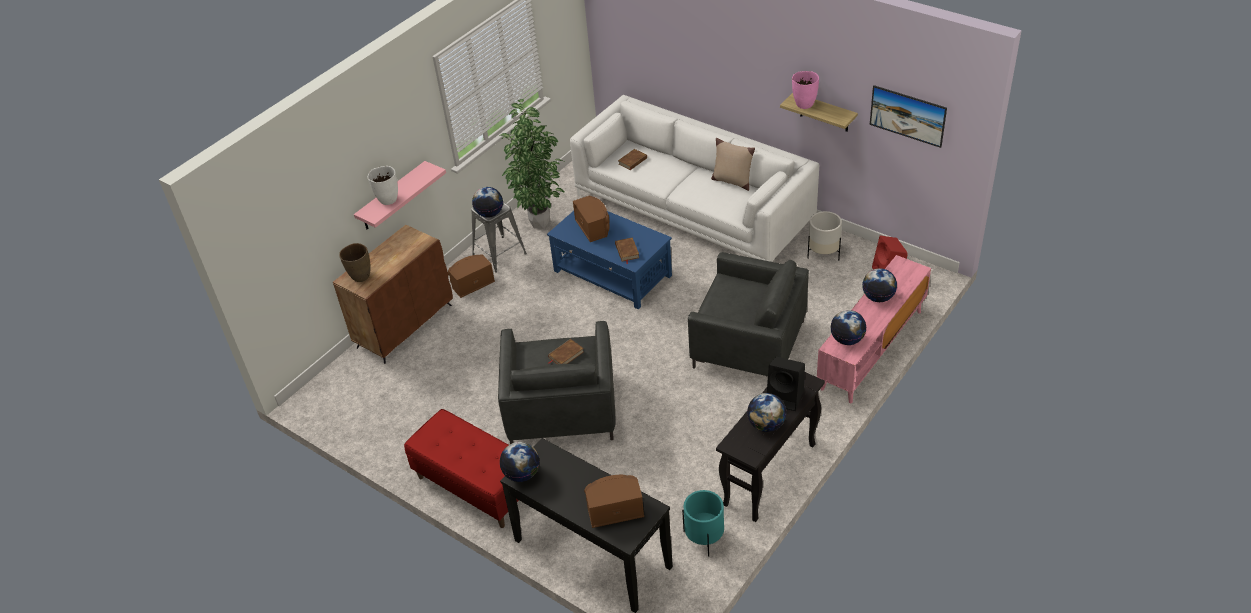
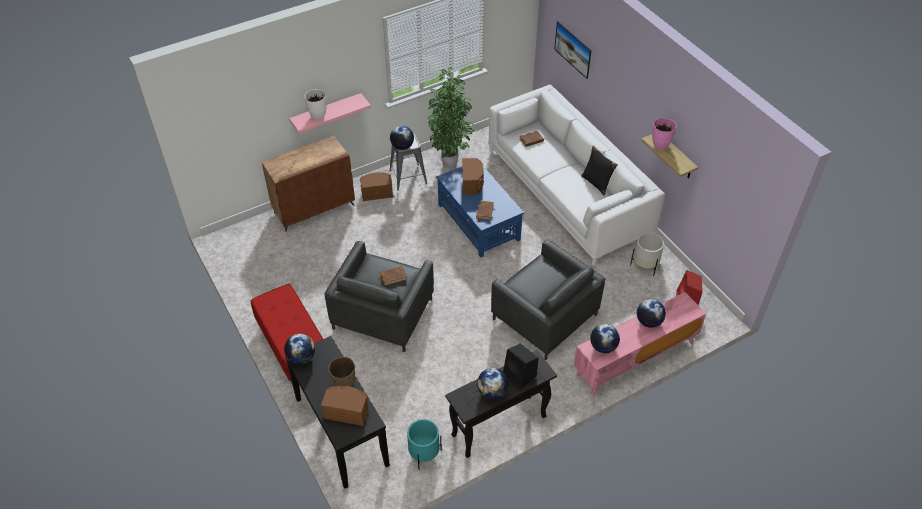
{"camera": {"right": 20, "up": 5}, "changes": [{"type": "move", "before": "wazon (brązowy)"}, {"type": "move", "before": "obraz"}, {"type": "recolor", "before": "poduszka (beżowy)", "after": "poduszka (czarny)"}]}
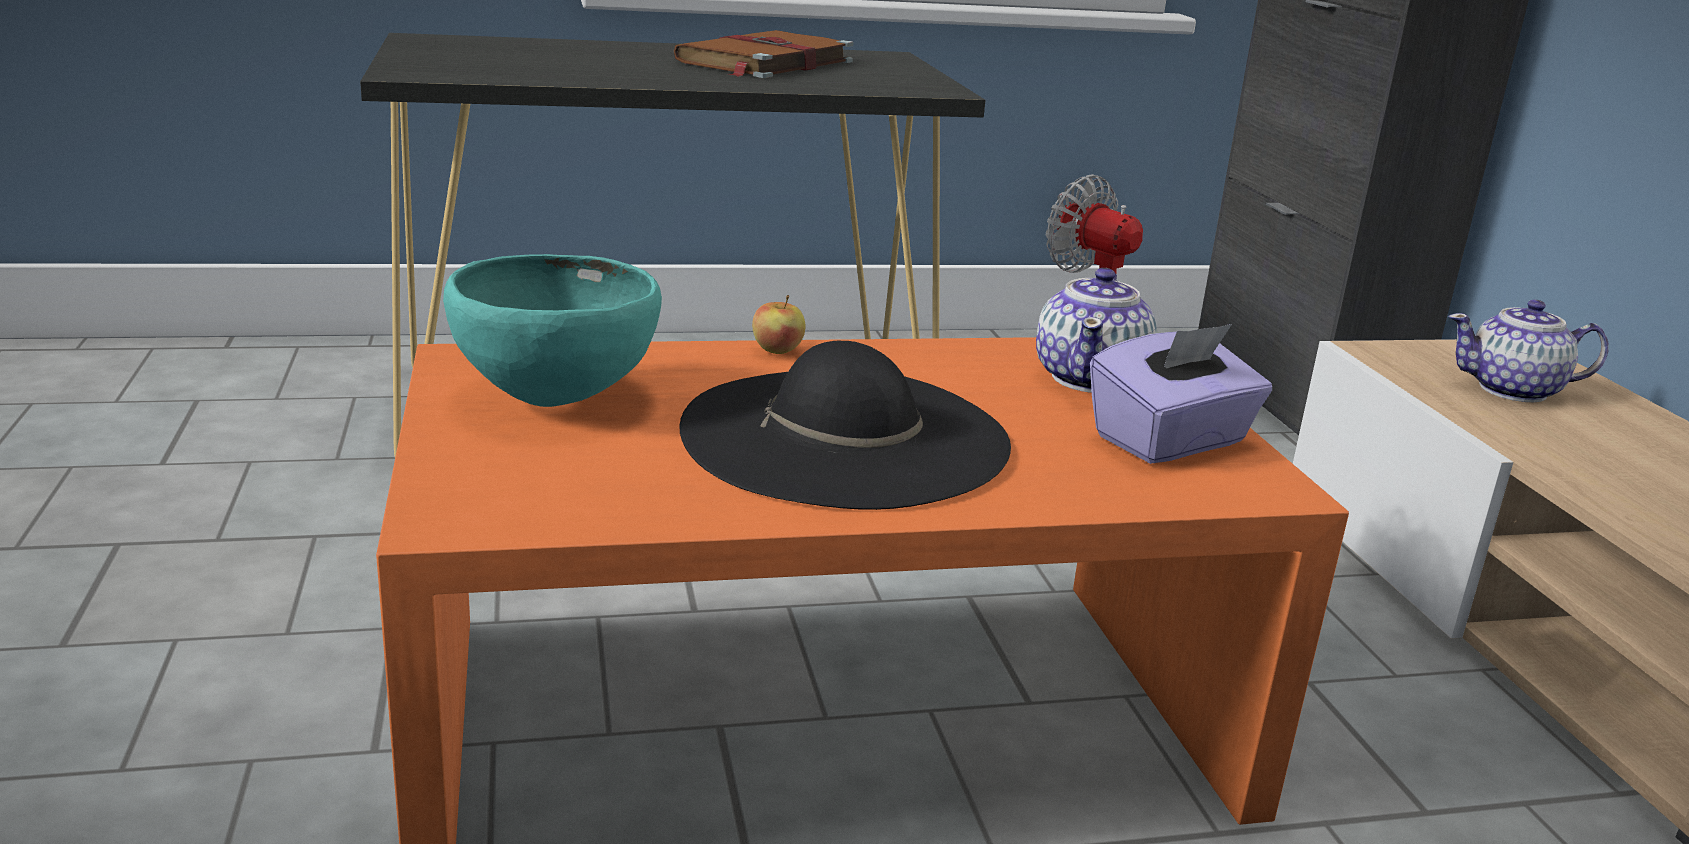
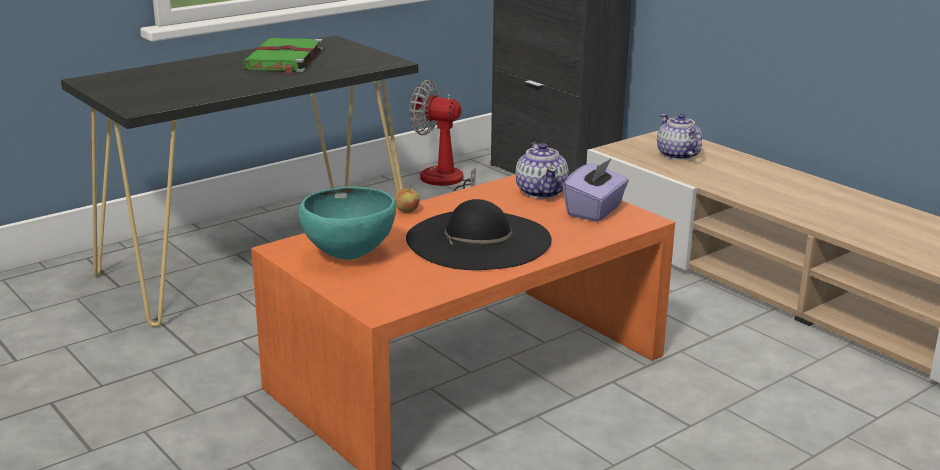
{"camera": {"right": -25, "up": 0}, "changes": [{"type": "recolor", "before": "książka (brązowy)", "after": "książka (zielony)"}, {"type": "rotate", "before": "imbryk (2nd from left)", "turn": 90}]}
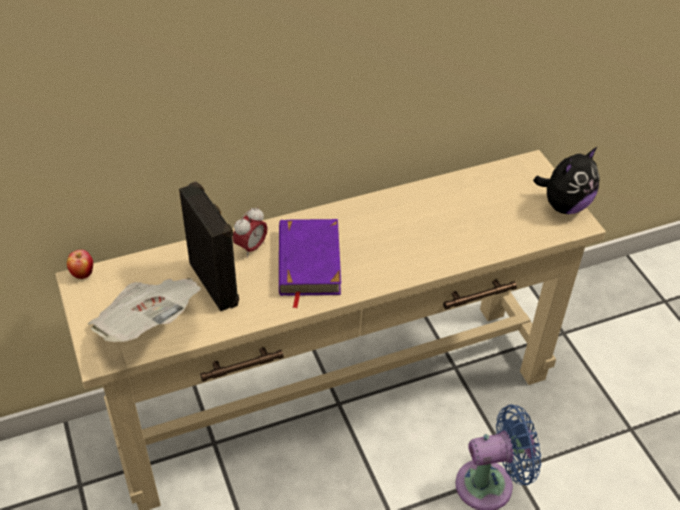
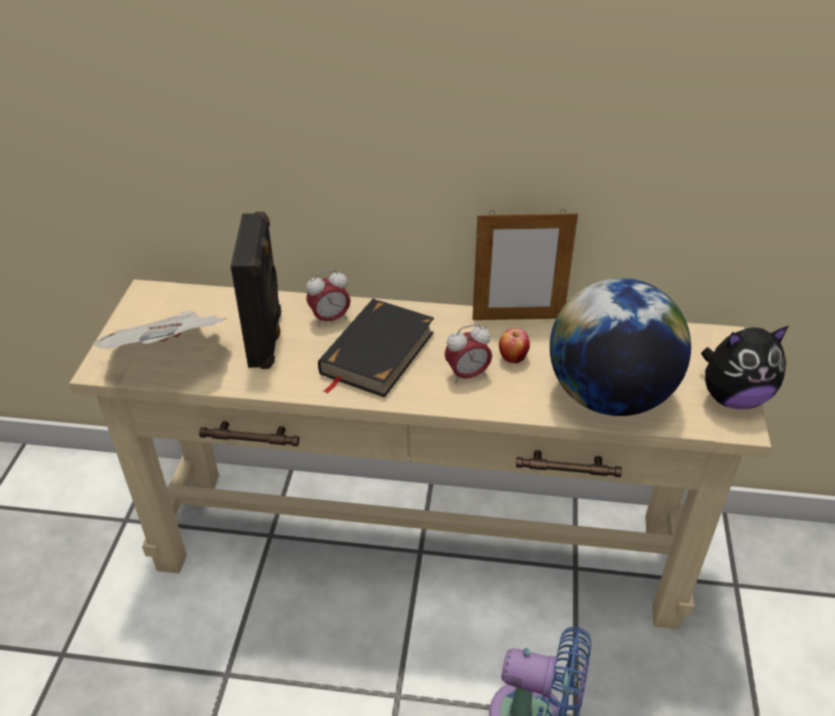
{"camera": {"right": 30, "up": -5}, "changes": [{"type": "recolor", "before": "książka (fioletowy)", "after": "książka (czarny)"}, {"type": "insert", "after": "budzik (2nd from left)"}, {"type": "insert", "after": "ramka na zdjęcie"}, {"type": "move", "before": "jabłko"}, {"type": "insert", "after": "globus"}]}
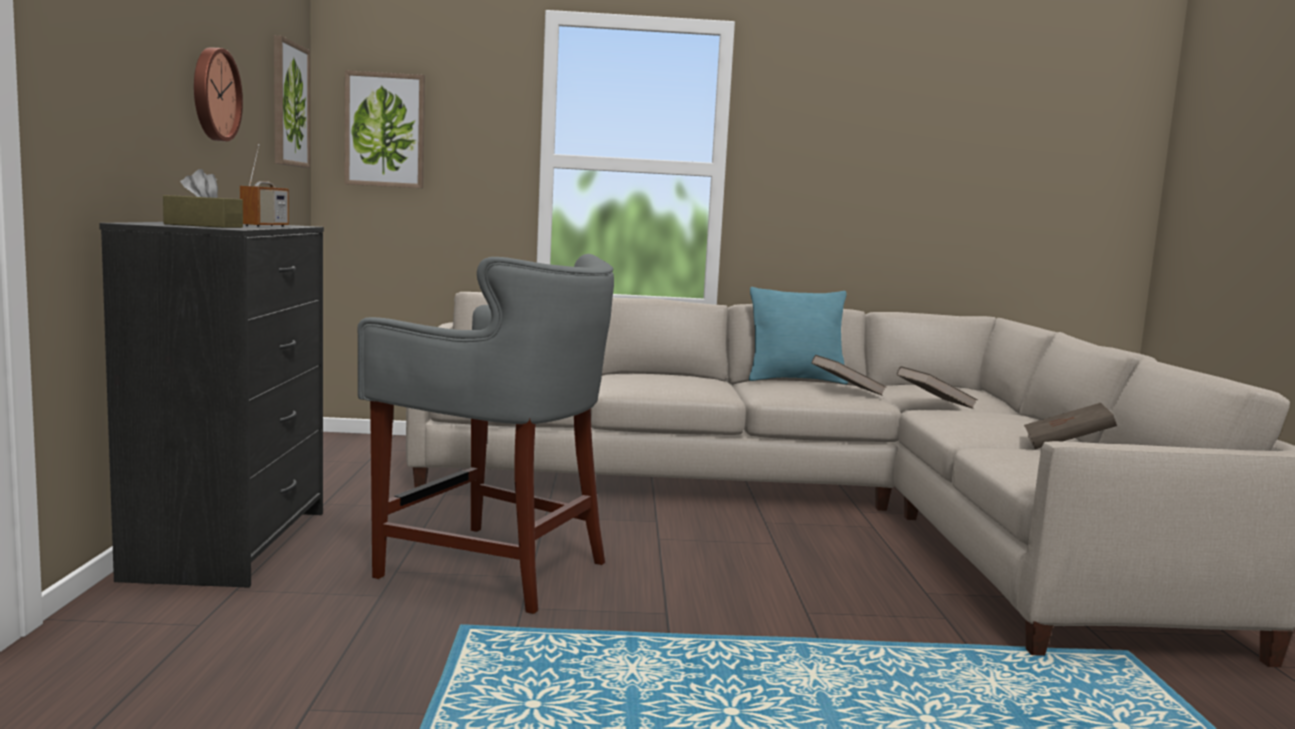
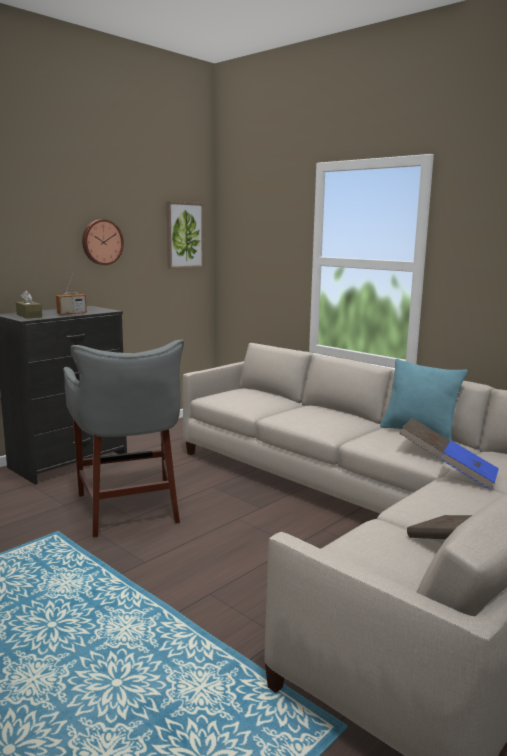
{"camera": {"right": 45, "up": 5}, "changes": [{"type": "recolor", "before": "książka (brązowy) (2nd from left)", "after": "książka (niebieski)"}, {"type": "delete", "before": "obraz (2nd from left)"}]}
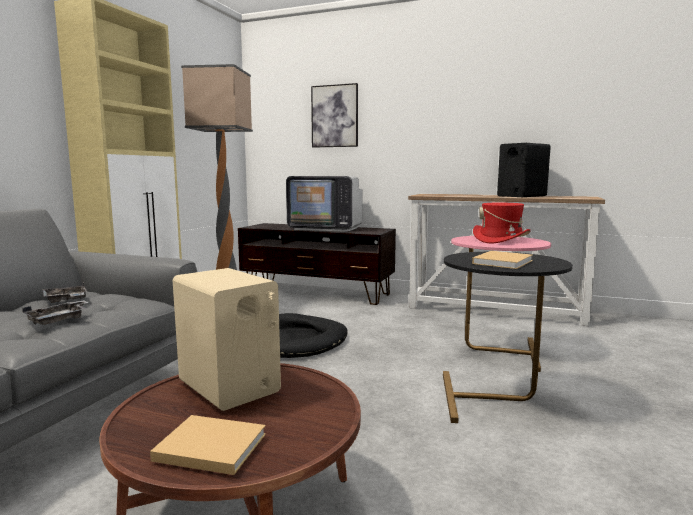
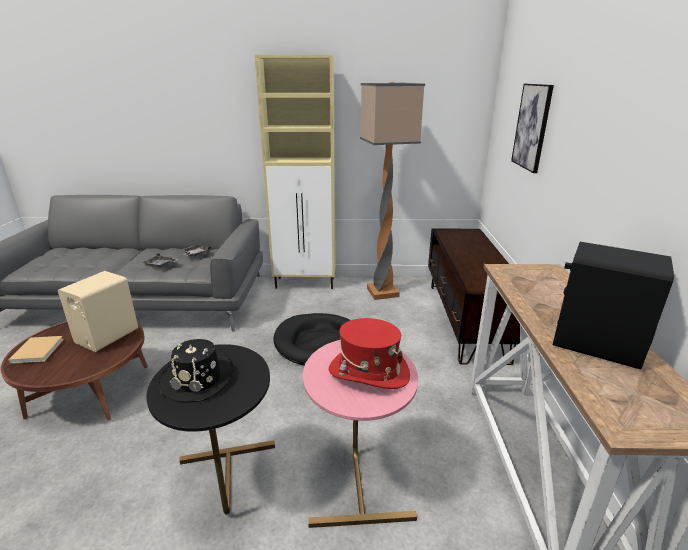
{"camera": {"right": 70, "up": 15}, "changes": [{"type": "replace", "before": "książka (beżowy) (2nd from left)", "after": "kapelusz (czarny)"}, {"type": "delete", "before": "telewizor"}]}
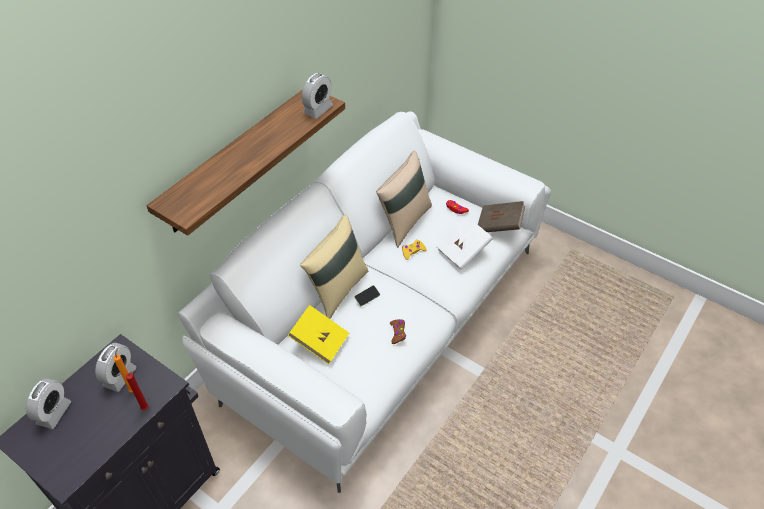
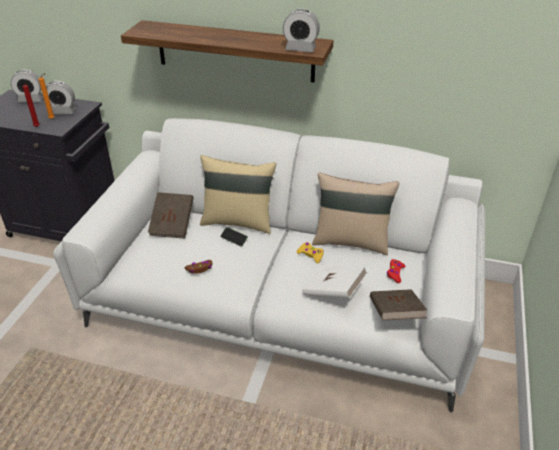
{"camera": {"right": 70, "up": -10}, "changes": [{"type": "recolor", "before": "książka (żółty)", "after": "książka (brązowy) (1st from left)"}]}
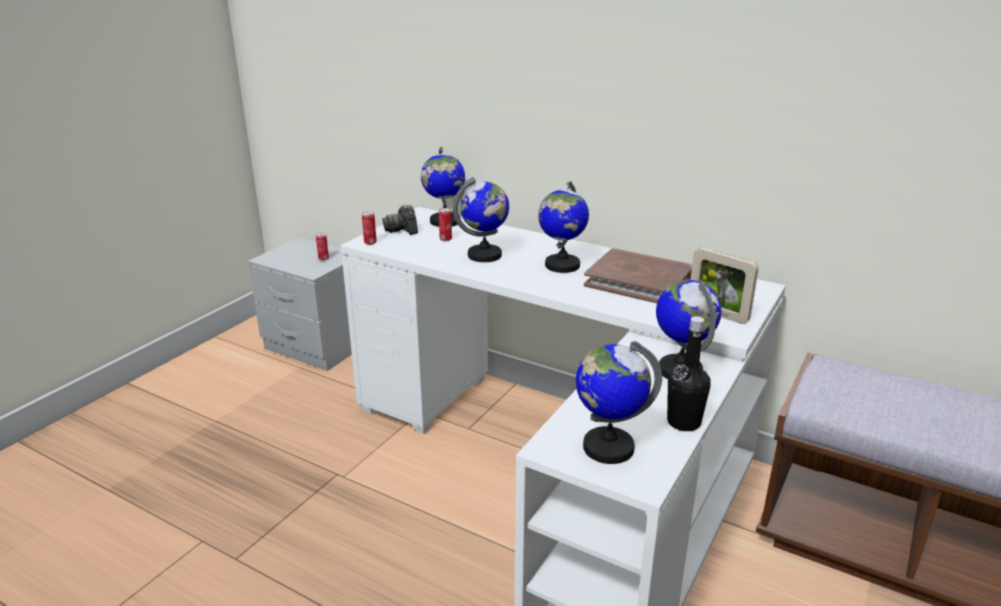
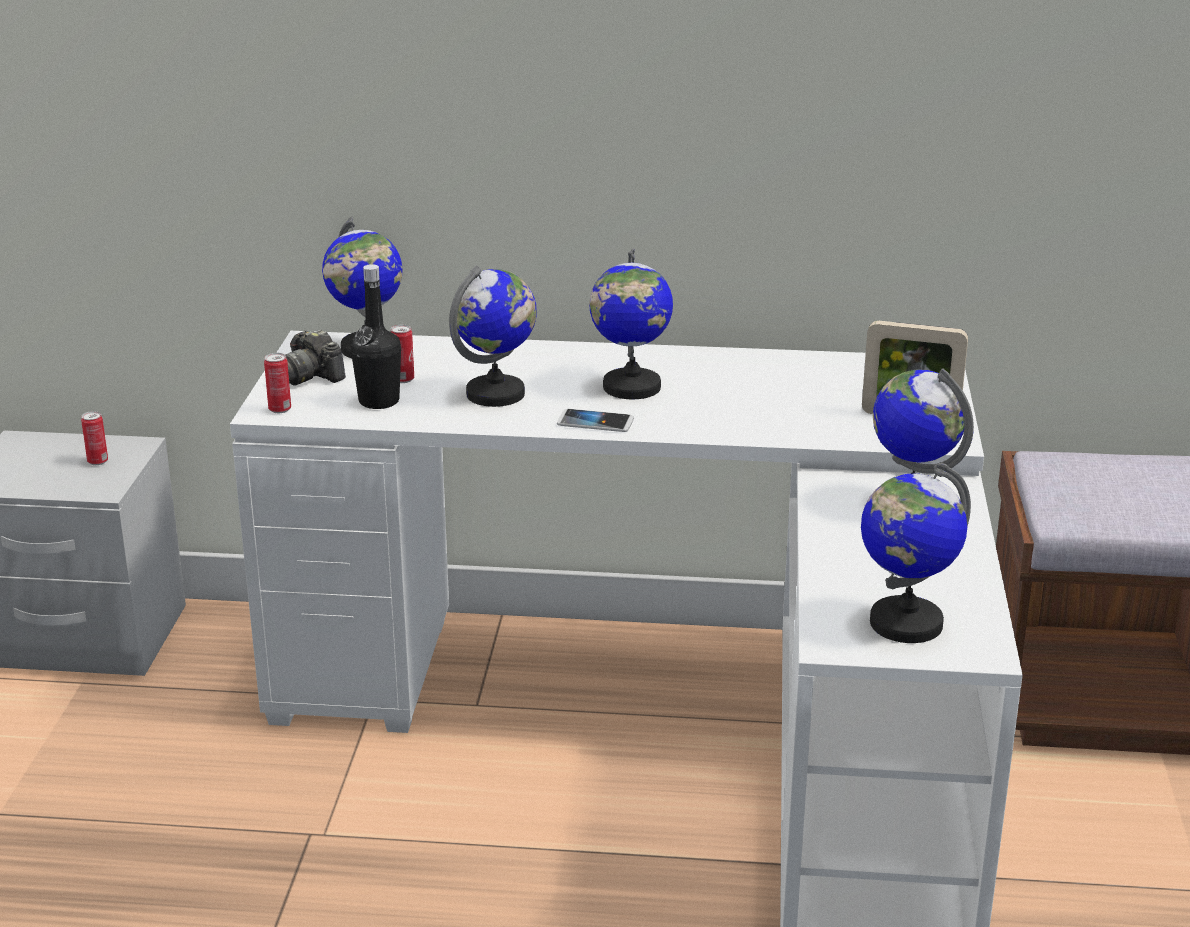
{"camera": {"right": -25, "up": 0}, "changes": [{"type": "move", "before": "butelka (czarny)"}, {"type": "insert", "after": "telefon"}, {"type": "delete", "before": "książka (brązowy)"}]}
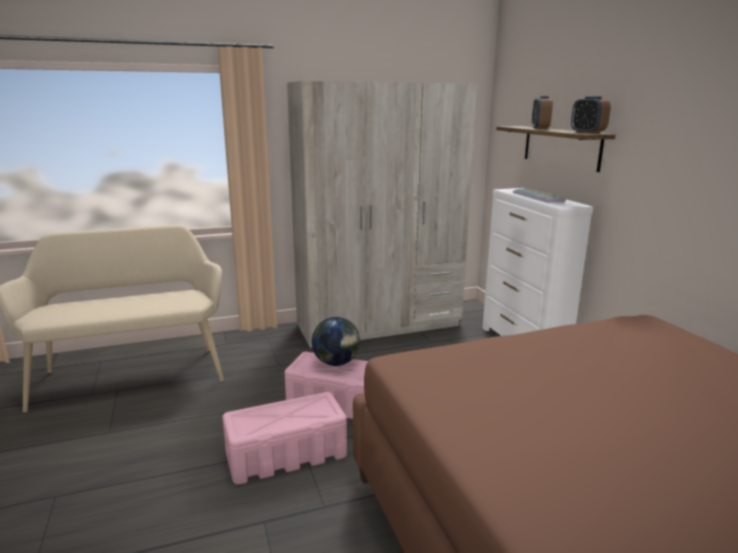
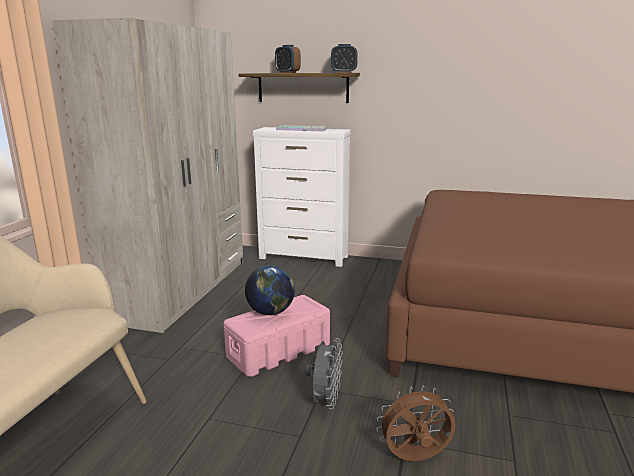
{"camera": {"right": -55, "up": 0}, "changes": [{"type": "replace", "before": "pojemnik do przechowywania (różowy) (1st from left)", "after": "wentylator (szary)"}, {"type": "insert", "after": "wentylator (brązowy)"}]}
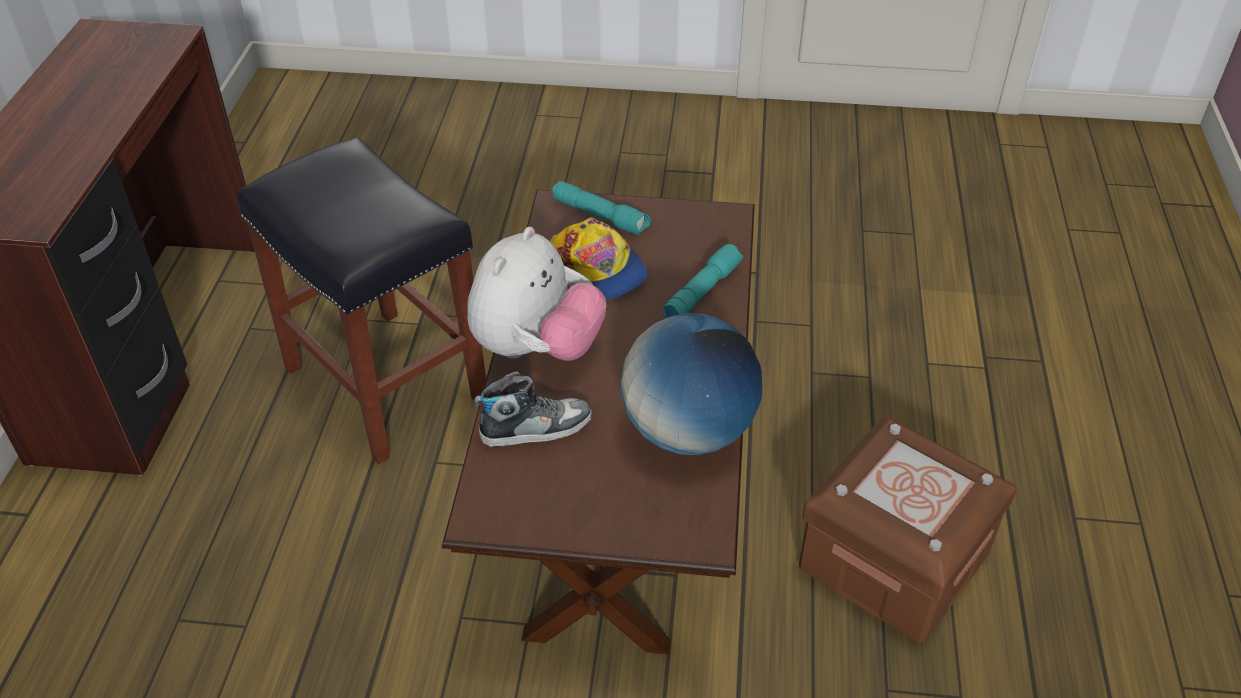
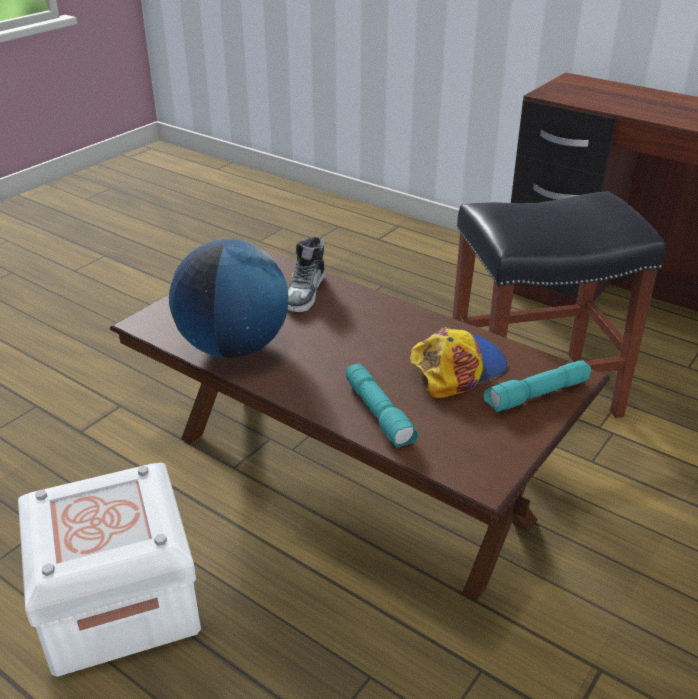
{"camera": {"right": 120, "up": -10}, "changes": [{"type": "recolor", "before": "pojemnik do przechowywania (brązowy)", "after": "pojemnik do przechowywania (biały)"}, {"type": "rotate", "before": "czapka z daszkiem", "turn": 150}, {"type": "delete", "before": "pluszak"}]}
